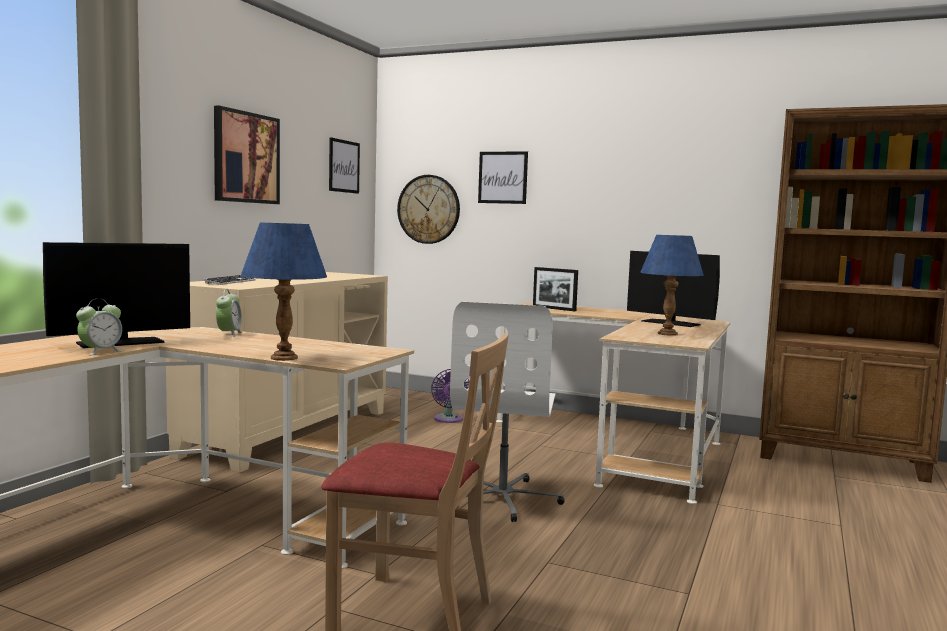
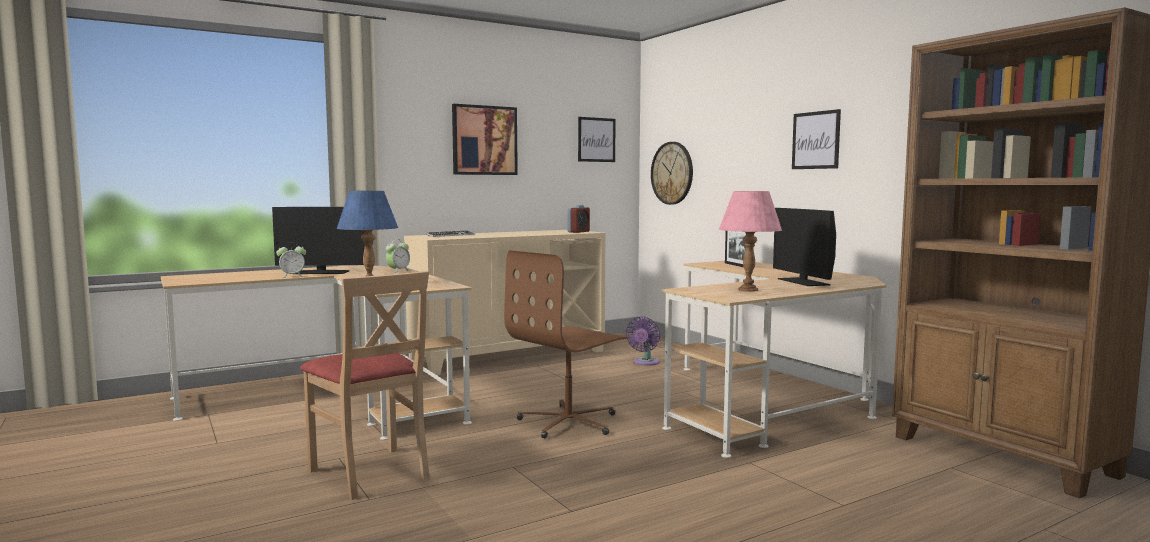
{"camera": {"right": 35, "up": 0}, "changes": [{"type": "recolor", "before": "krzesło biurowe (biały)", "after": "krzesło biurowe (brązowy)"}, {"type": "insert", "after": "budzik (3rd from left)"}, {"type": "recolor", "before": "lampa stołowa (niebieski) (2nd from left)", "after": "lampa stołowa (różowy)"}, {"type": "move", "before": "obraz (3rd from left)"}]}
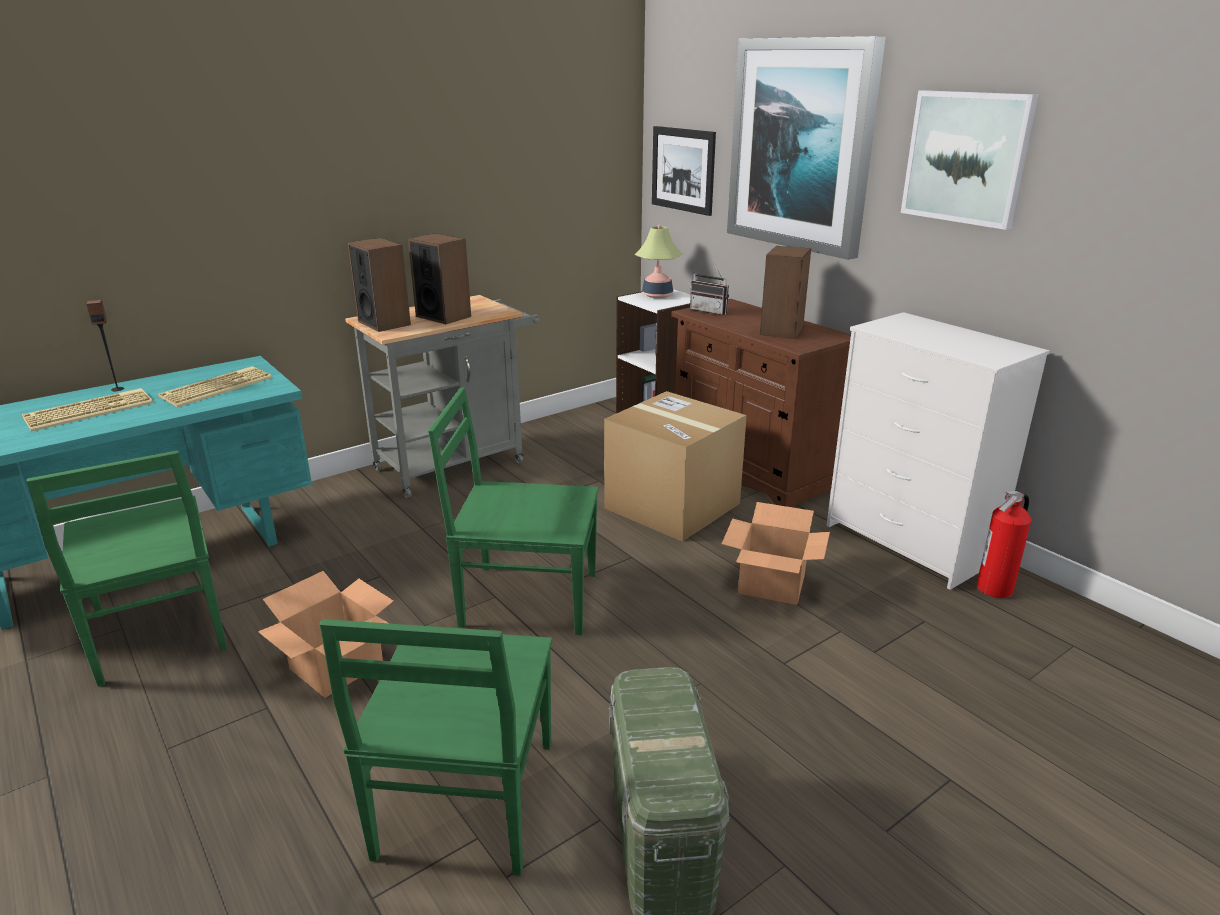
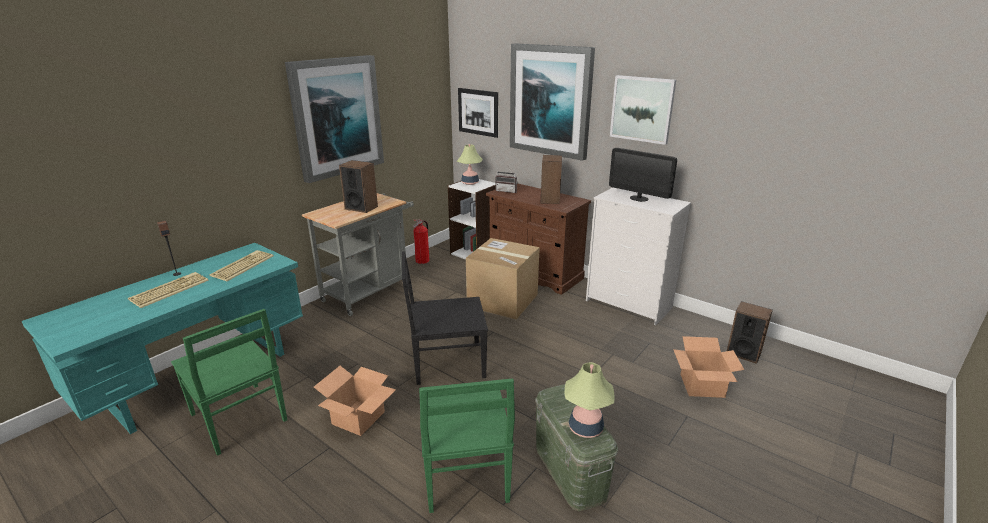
{"camera": {"right": -15, "up": 0}, "changes": [{"type": "insert", "after": "obraz (1st from left)"}, {"type": "recolor", "before": "krzesło (zielony) (3rd from left)", "after": "krzesło (czarny)"}, {"type": "move", "before": "gaśnica"}, {"type": "insert", "after": "lampa stołowa (2nd from left)"}, {"type": "insert", "after": "monitor"}, {"type": "move", "before": "karton (3rd from left)"}, {"type": "move", "before": "głośnik (2nd from left in the first image)", "after": "głośnik (4th from left)"}]}
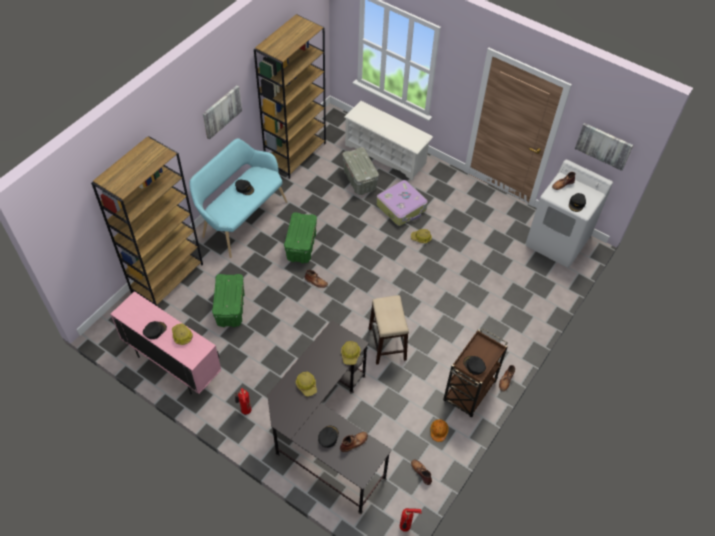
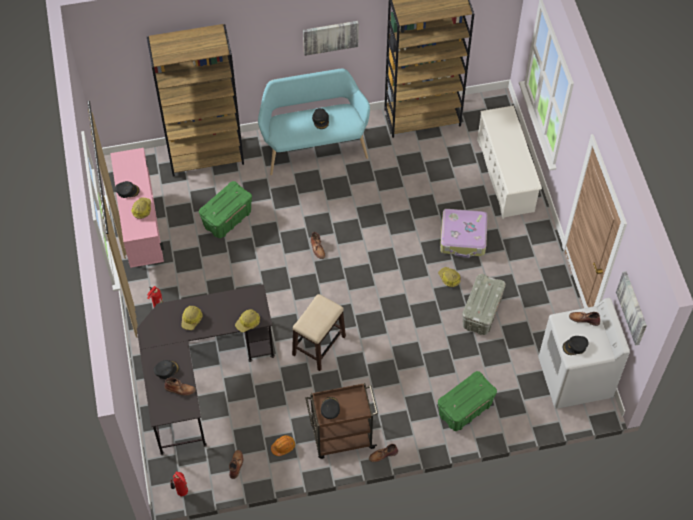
{"camera": {"right": 45, "up": 5}, "changes": [{"type": "move", "before": "pojemnik do przechowywania (zielony) (2nd from left)"}, {"type": "move", "before": "pojemnik do przechowywania (szary)"}]}
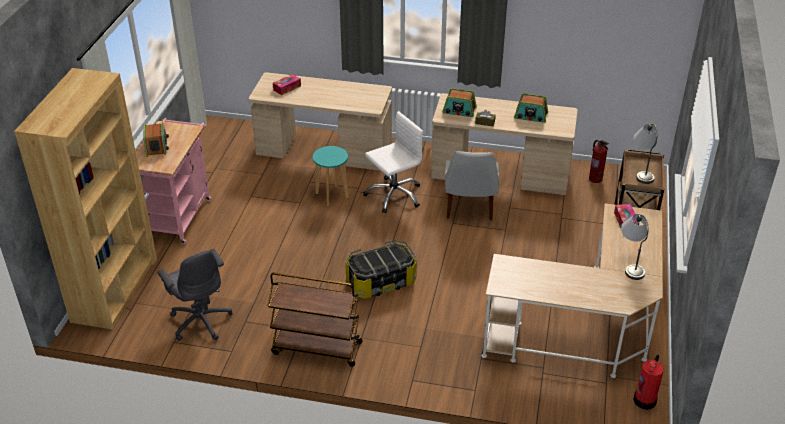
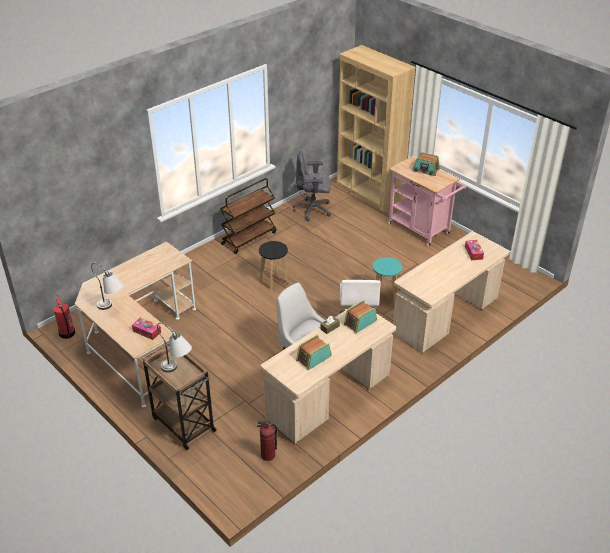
{"camera": {"right": 125, "up": 0}, "changes": [{"type": "replace", "before": "pojemnik do przechowywania", "after": "stołek (czarny)"}]}
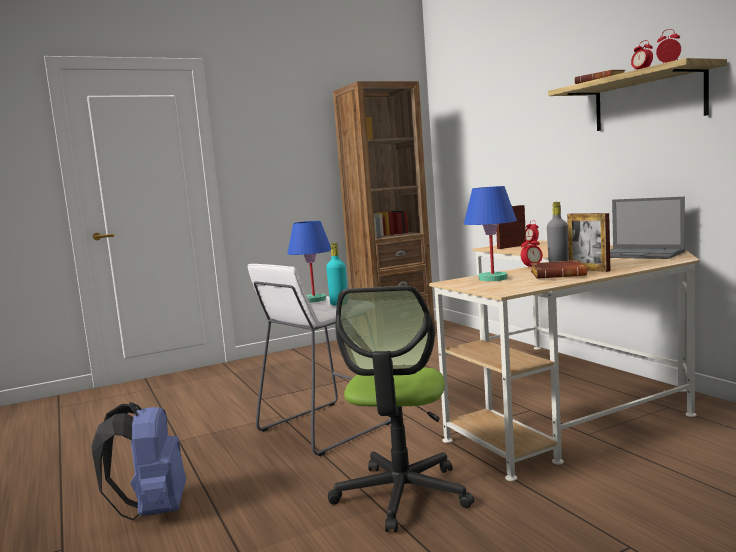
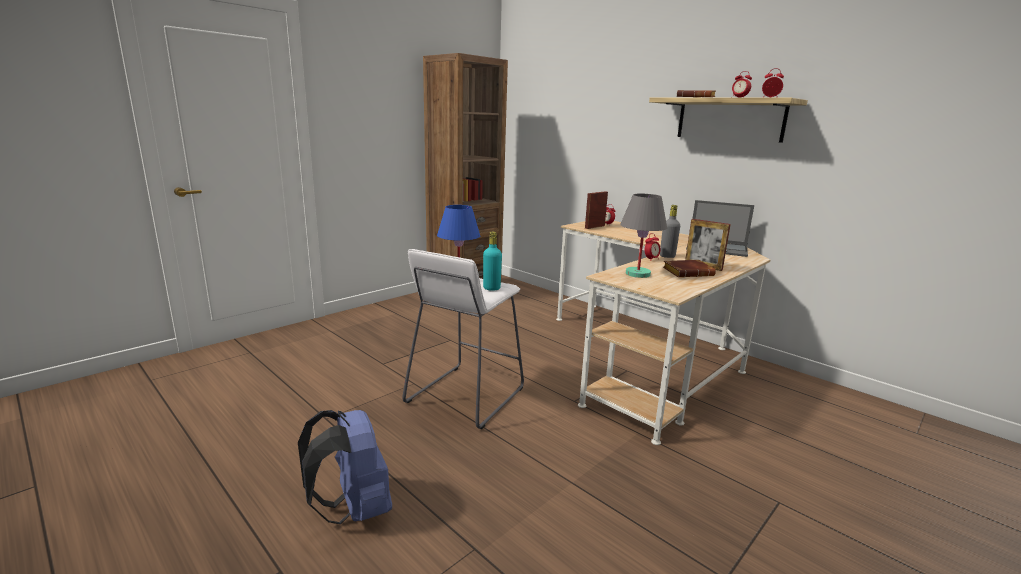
{"camera": {"right": -20, "up": 10}, "changes": [{"type": "recolor", "before": "lampa stołowa (niebieski) (2nd from left)", "after": "lampa stołowa (szary)"}, {"type": "delete", "before": "krzesło biurowe"}]}
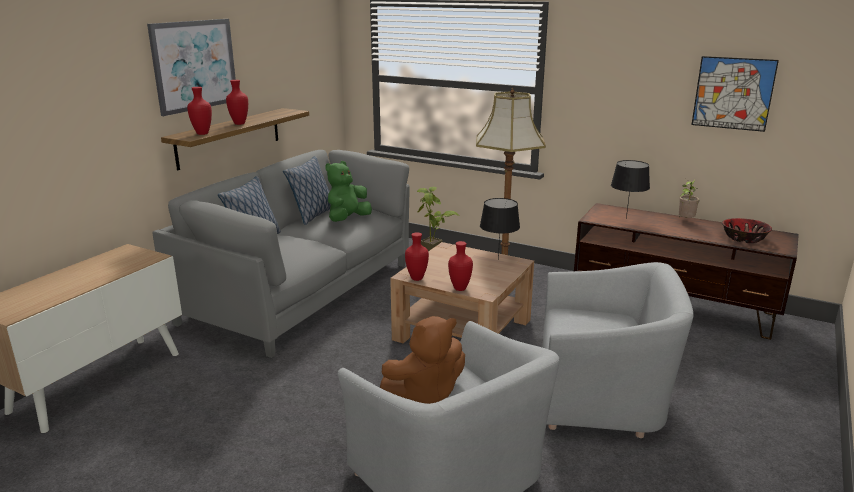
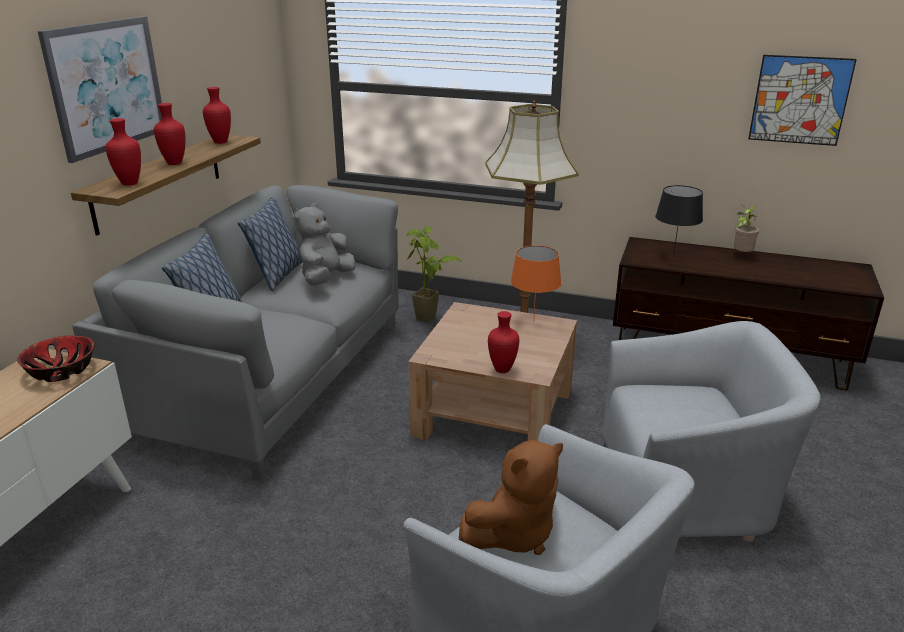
{"camera": {"right": -10, "up": 5}, "changes": [{"type": "move", "before": "miska"}, {"type": "move", "before": "wazon (czerwony) (3rd from left)"}, {"type": "recolor", "before": "pluszak (zielony)", "after": "pluszak (szary)"}, {"type": "recolor", "before": "lampa stołowa (czarny) (1st from left)", "after": "lampa stołowa (pomarańczowy)"}]}
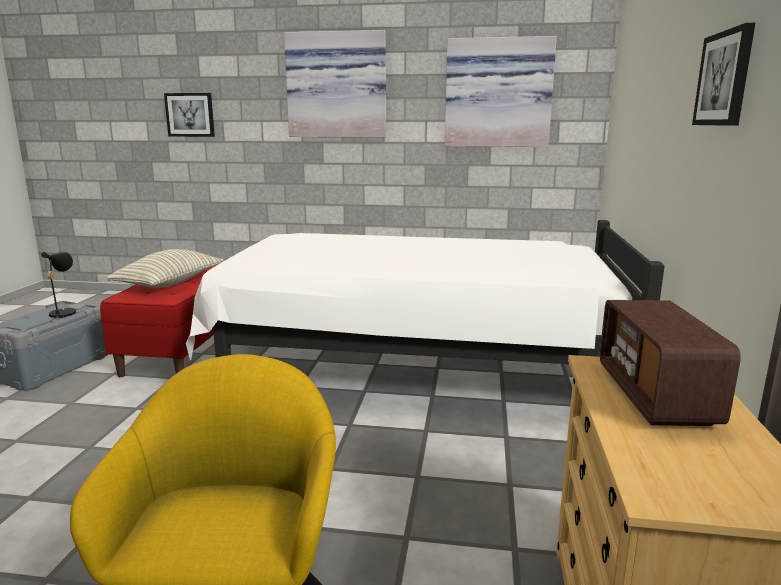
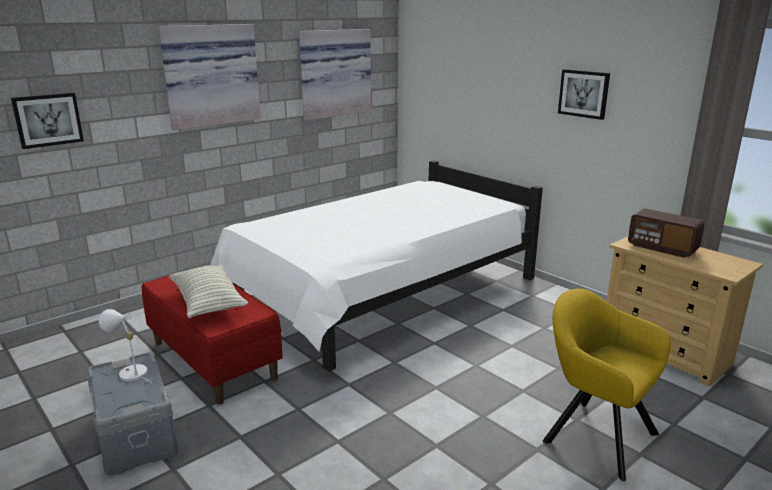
{"camera": {"right": -50, "up": 5}, "changes": [{"type": "recolor", "before": "lampa stołowa (czarny)", "after": "lampa stołowa (biały)"}]}
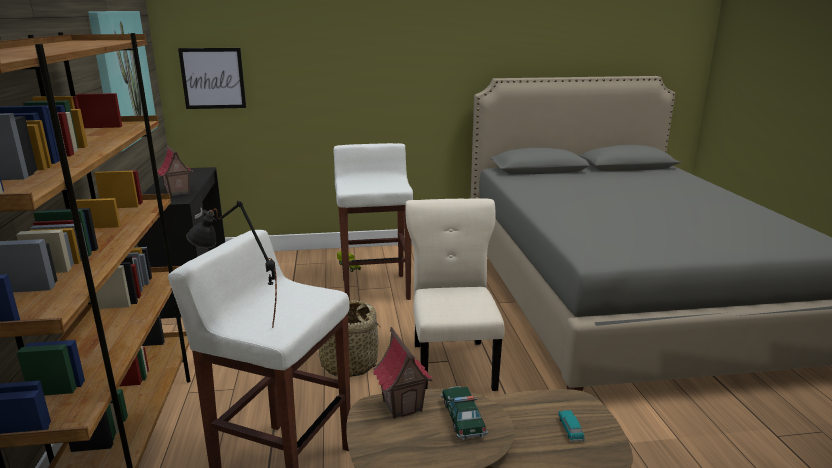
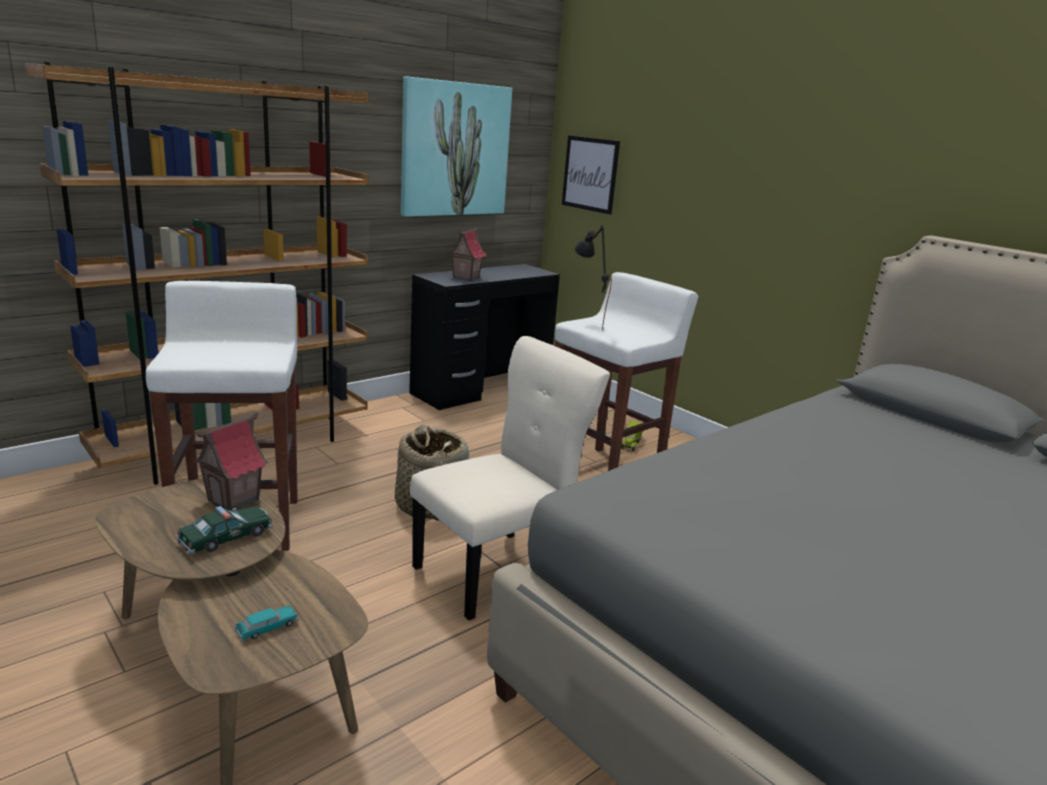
{"camera": {"right": 55, "up": 0}, "changes": [{"type": "move", "before": "lampa stołowa (czarny)"}]}
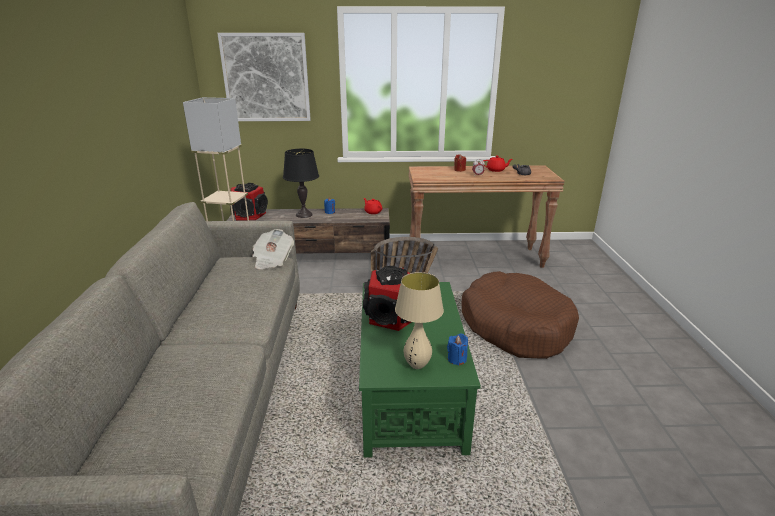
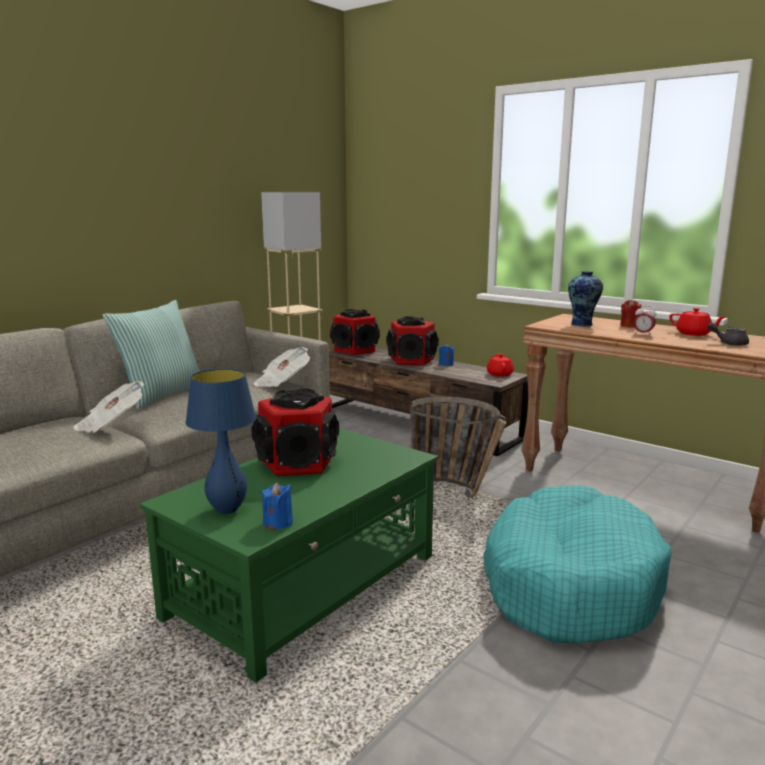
{"camera": {"right": 40, "up": -10}, "changes": [{"type": "insert", "after": "gazeta (1st from left)"}, {"type": "insert", "after": "poduszka"}, {"type": "recolor", "before": "lampa stołowa (beżowy)", "after": "lampa stołowa (niebieski)"}, {"type": "replace", "before": "lampa stołowa (czarny)", "after": "głośnik (3rd from left)"}, {"type": "recolor", "before": "legowisko (brązowy)", "after": "legowisko (turkusowy)"}, {"type": "insert", "after": "wazon"}, {"type": "delete", "before": "obraz"}]}
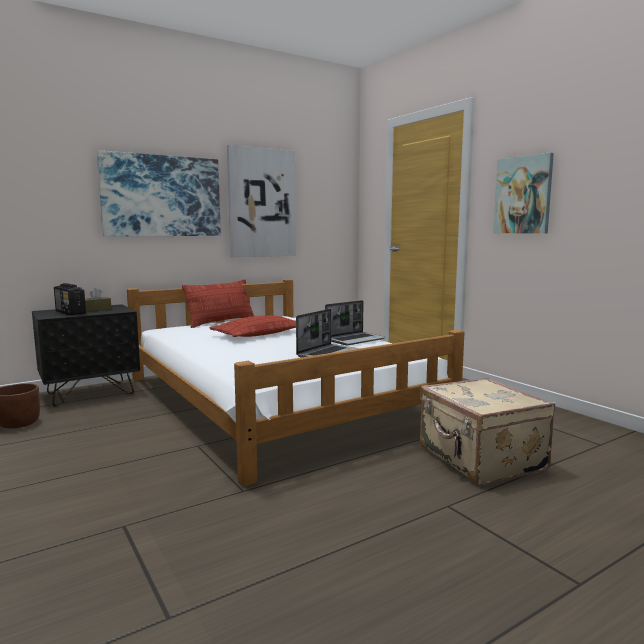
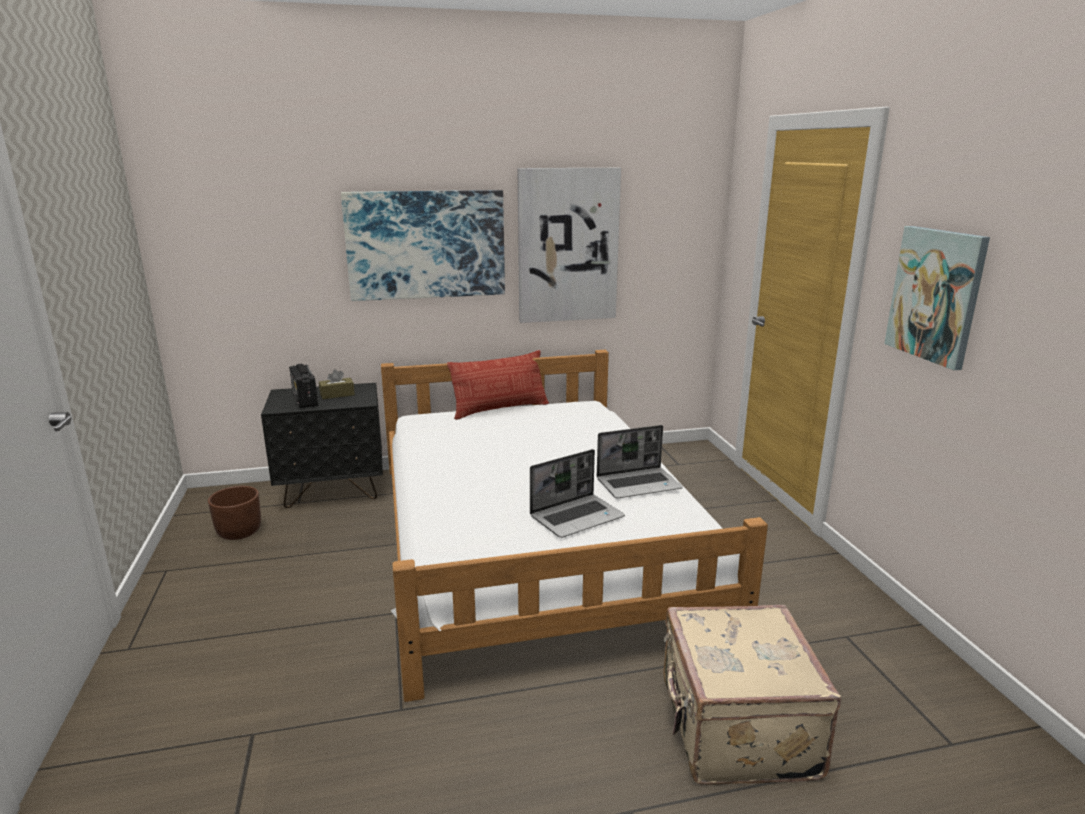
{"camera": {"right": 20, "up": 10}, "changes": [{"type": "delete", "before": "poduszka (2nd from left)"}]}
